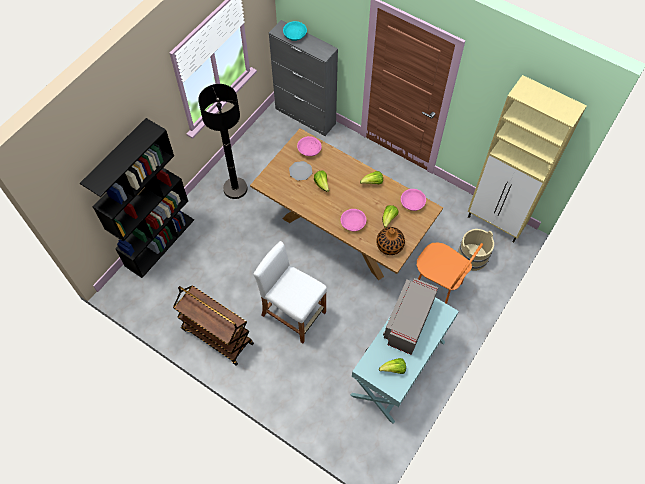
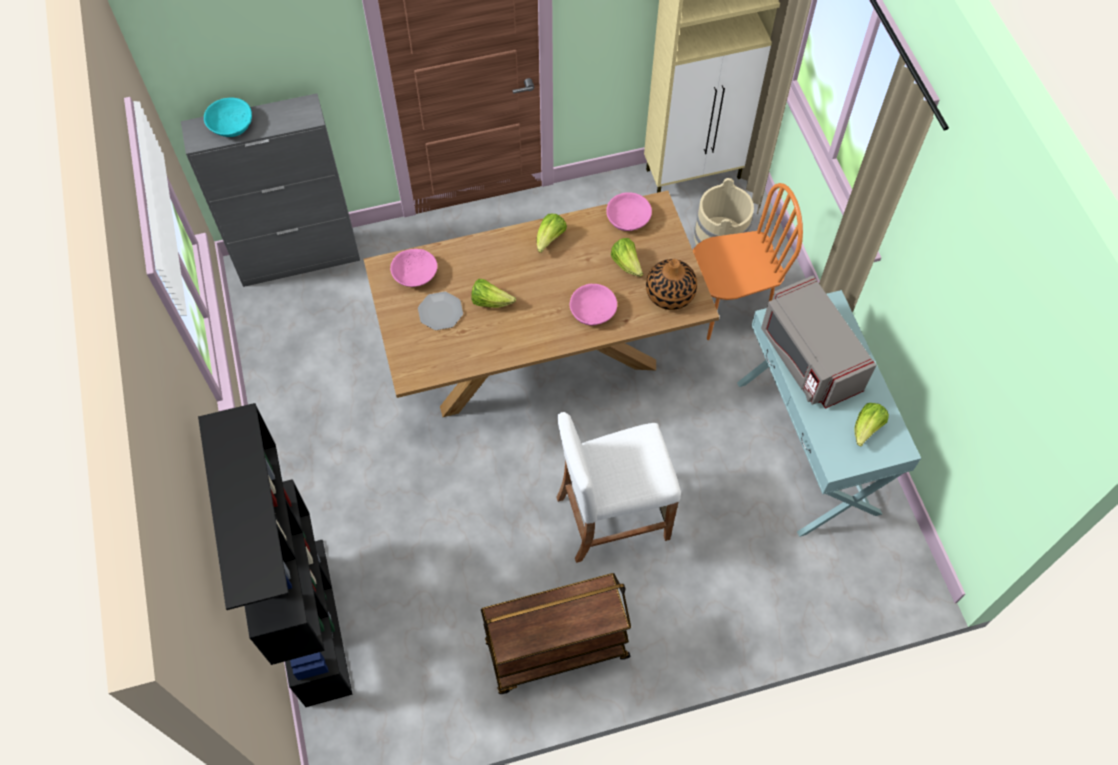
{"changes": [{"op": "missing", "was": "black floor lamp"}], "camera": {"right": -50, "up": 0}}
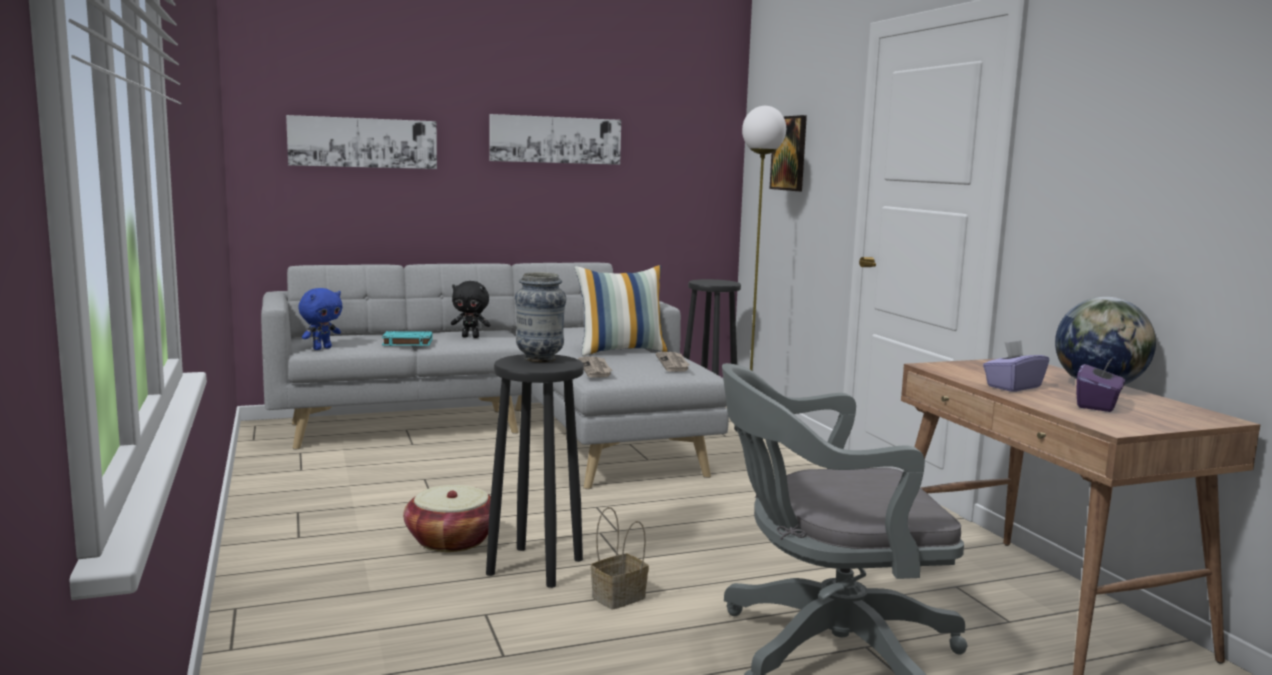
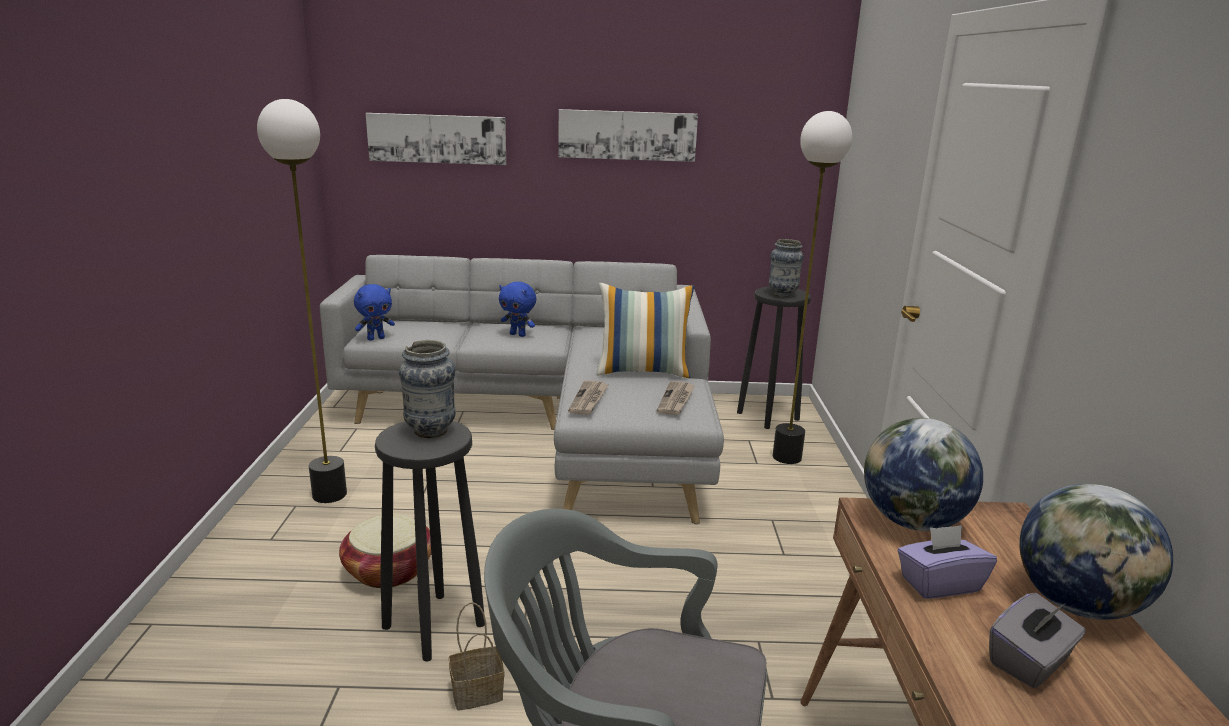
{"changes": [{"op": "missing", "was": "turquoise book"}, {"op": "colour", "was": "black plush toy", "now": "blue plush toy (no. 2 from left)"}, {"op": "missing", "was": "picture (no. 3 from left)"}, {"op": "colour", "was": "purple tissue box (no. 2 from left)", "now": "grey tissue box"}, {"op": "appeared", "now": "floor lamp (no. 1 from left)"}, {"op": "appeared", "now": "vase (no. 2 from left)"}, {"op": "appeared", "now": "globe (no. 1 from left)"}], "camera": {"right": 20, "up": 10}}
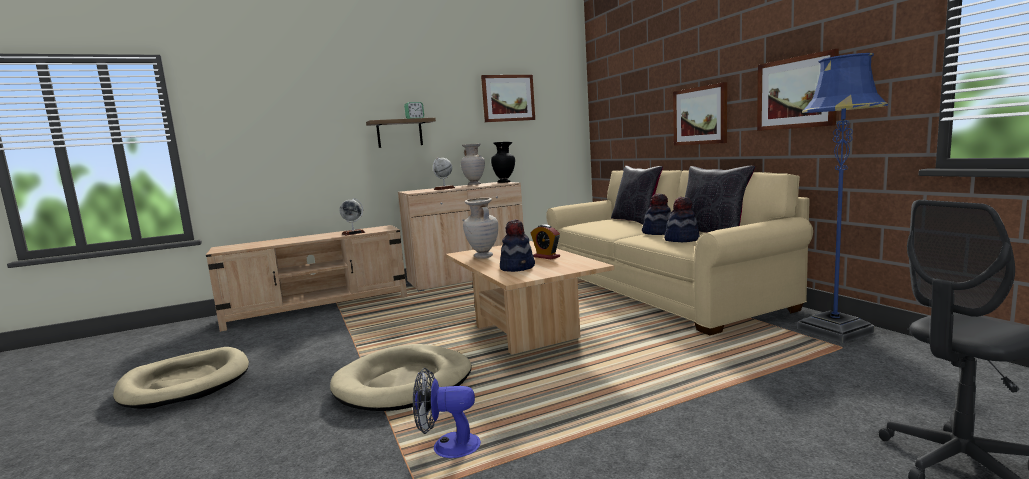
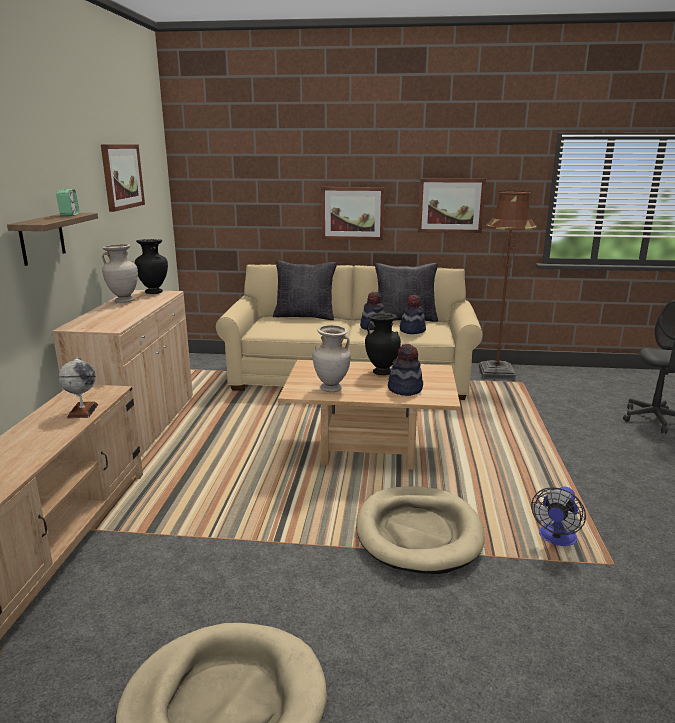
{"changes": [{"op": "missing", "was": "globe (no. 2 from left)"}, {"op": "exchanged", "was": "alarm clock (no. 2 from left)", "now": "black vase (no. 2 from left)"}, {"op": "colour", "was": "blue floor lamp", "now": "brown floor lamp"}], "camera": {"right": -60, "up": 10}}
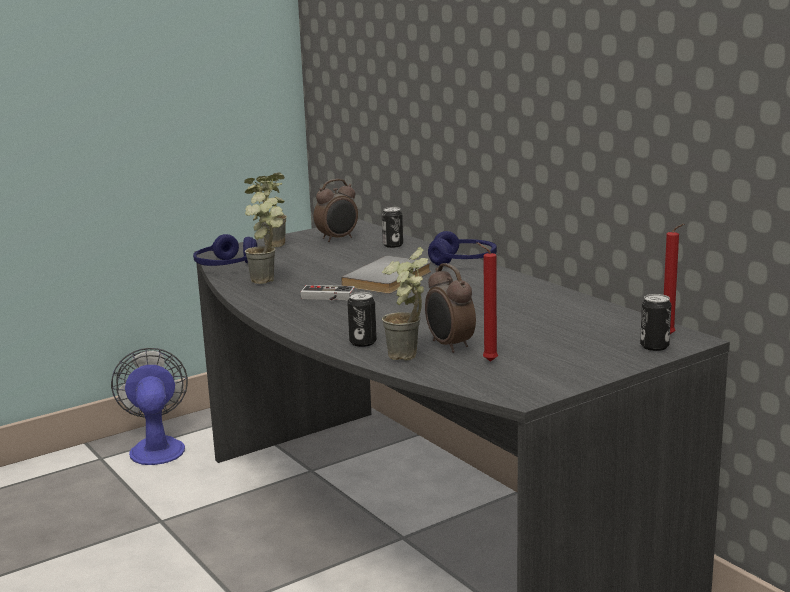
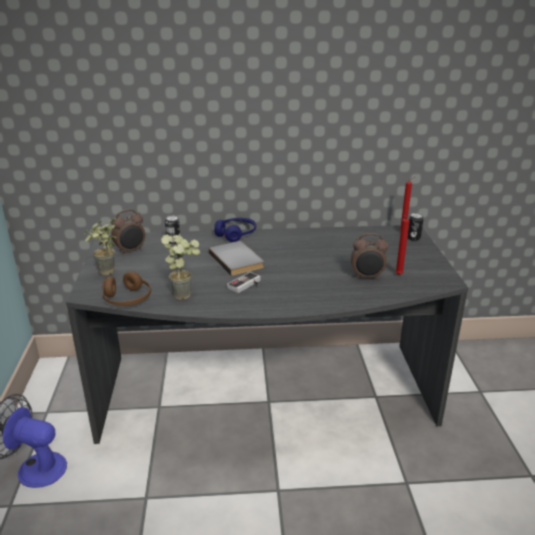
{"changes": [{"op": "colour", "was": "blue headphones (no. 1 from left)", "now": "brown headphones"}, {"op": "spun", "was": "alarm clock (no. 1 from left)", "clockwise": 60}, {"op": "missing", "was": "can (no. 1 from left)"}, {"op": "missing", "was": "potted plant (no. 3 from left)"}], "camera": {"right": -60, "up": 10}}
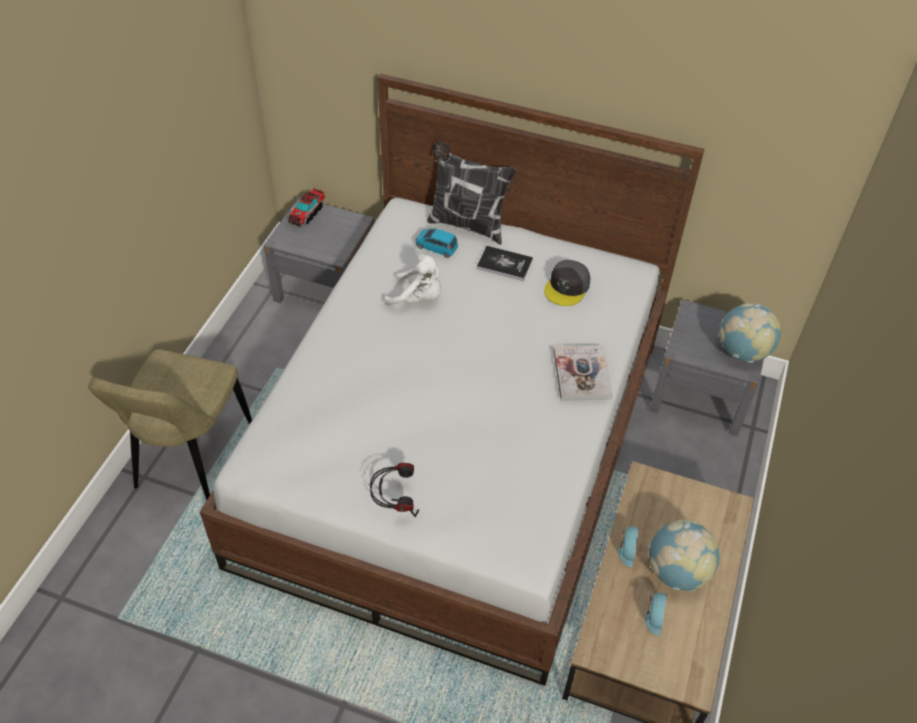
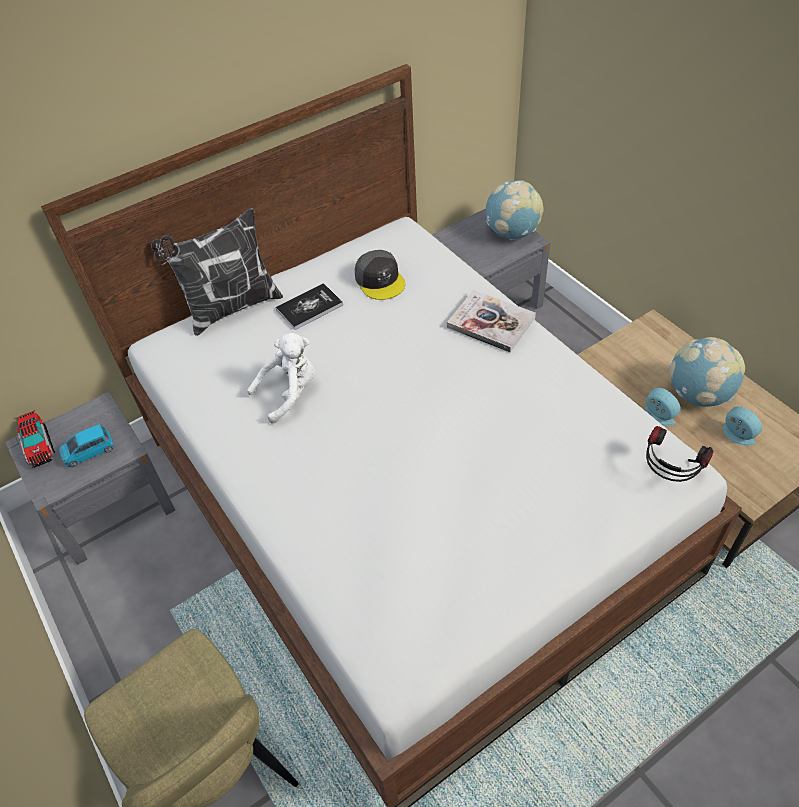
{"changes": [{"op": "relocated", "was": "headphones"}, {"op": "relocated", "was": "blue toy car"}], "camera": {"right": -50, "up": 0}}
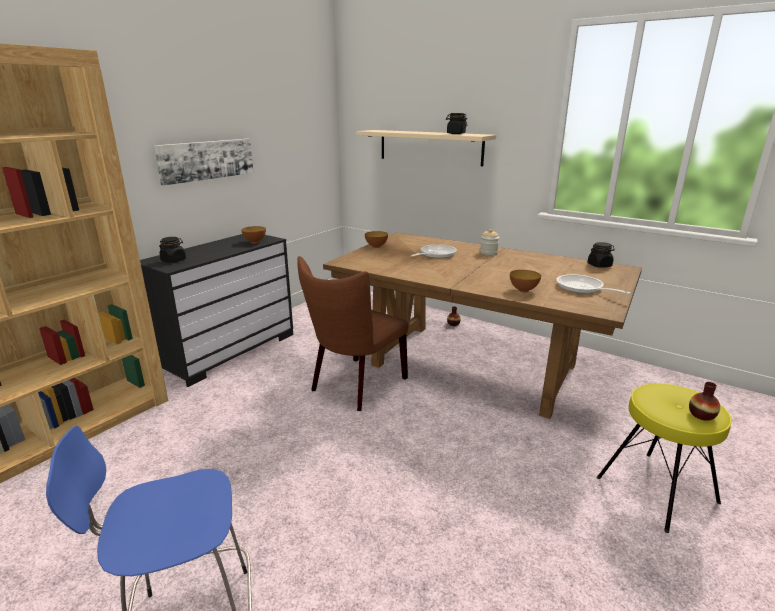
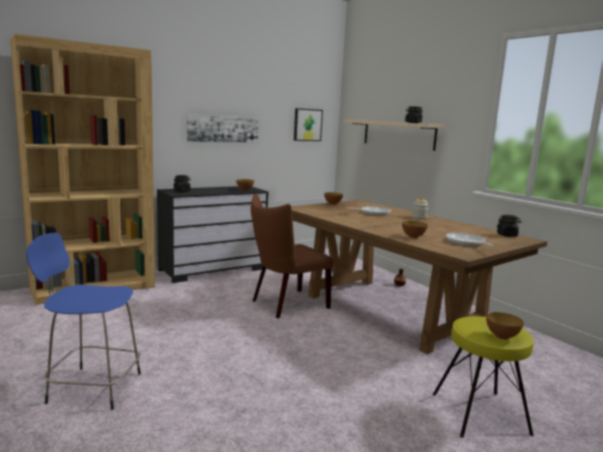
{"changes": [{"op": "exchanged", "was": "vase (no. 2 from left)", "now": "bowl (no. 4 from left)"}, {"op": "appeared", "now": "picture (no. 2 from left)"}], "camera": {"right": 20, "up": -10}}
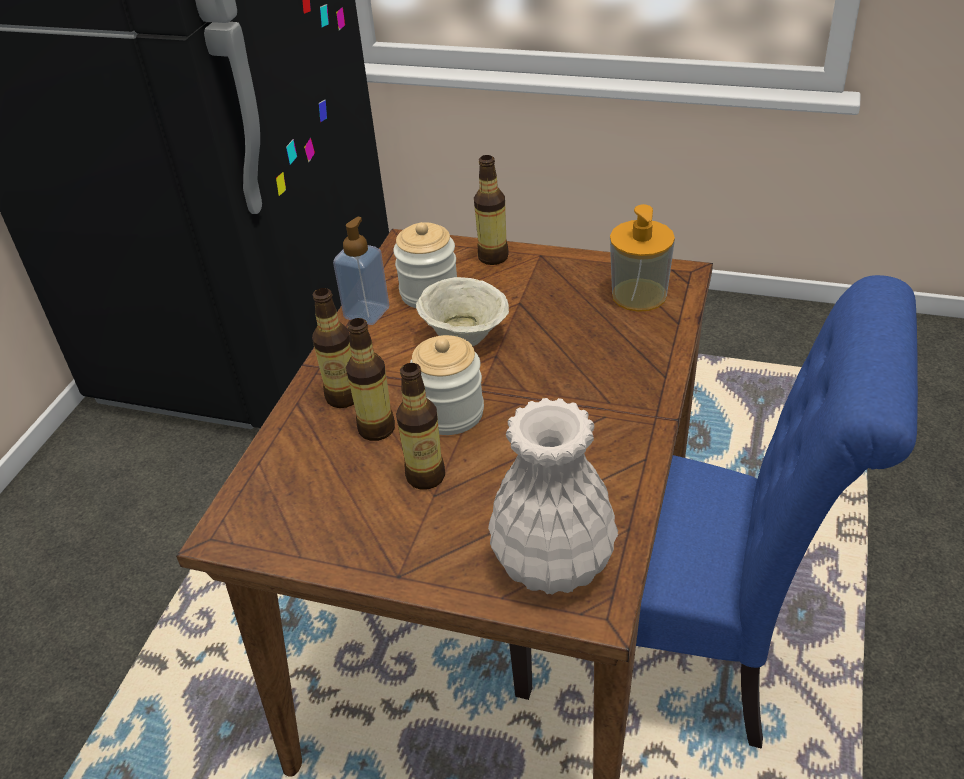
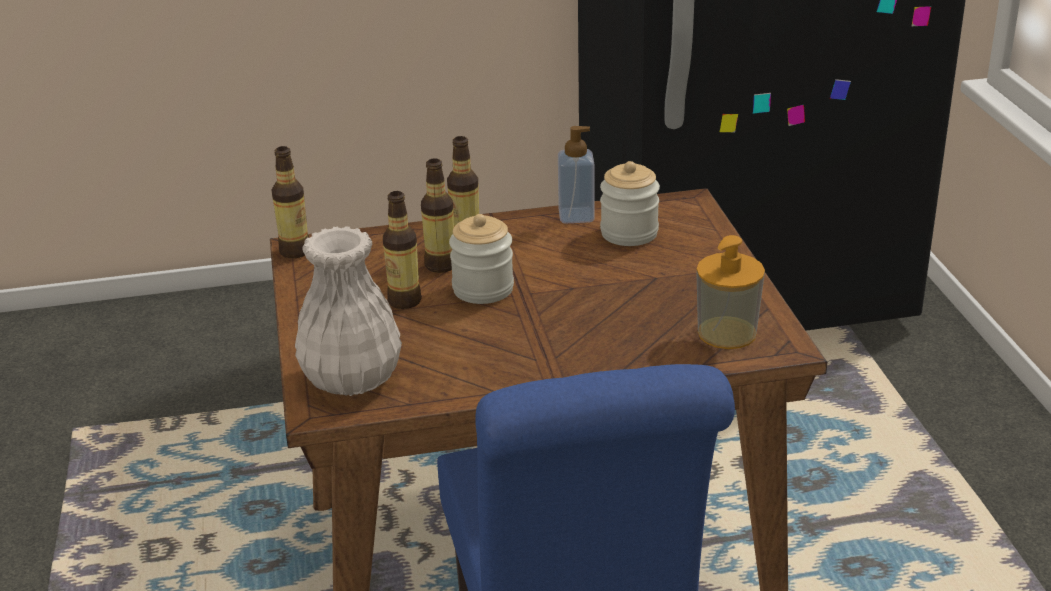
{"changes": [{"op": "missing", "was": "beige bowl"}, {"op": "relocated", "was": "bottle (no. 4 from left in the first image)", "now": "bottle (no. 1 from left)"}], "camera": {"right": 60, "up": -10}}
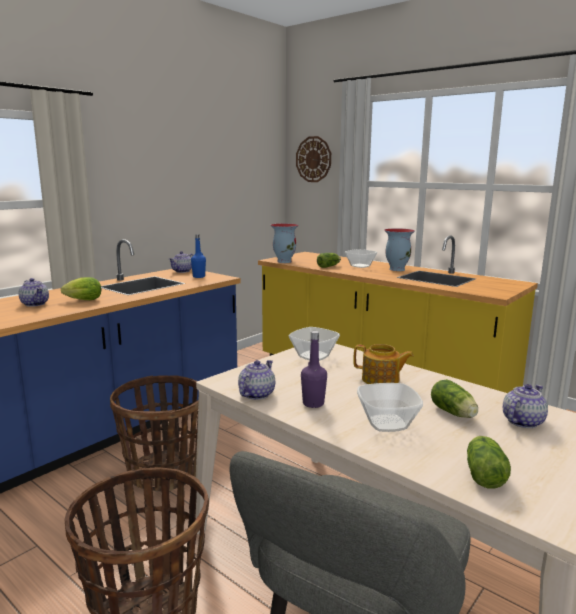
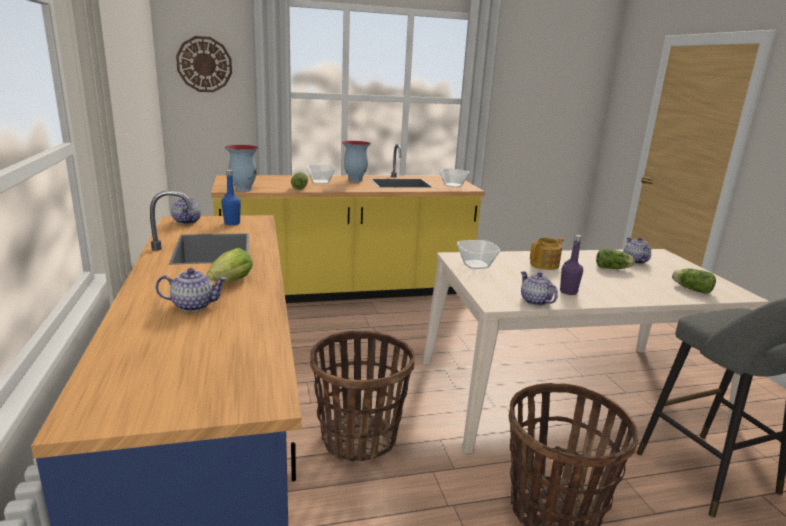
{"changes": [{"op": "relocated", "was": "bowl (no. 3 from left in the first image)", "now": "bowl (no. 2 from left)"}], "camera": {"right": -55, "up": 5}}
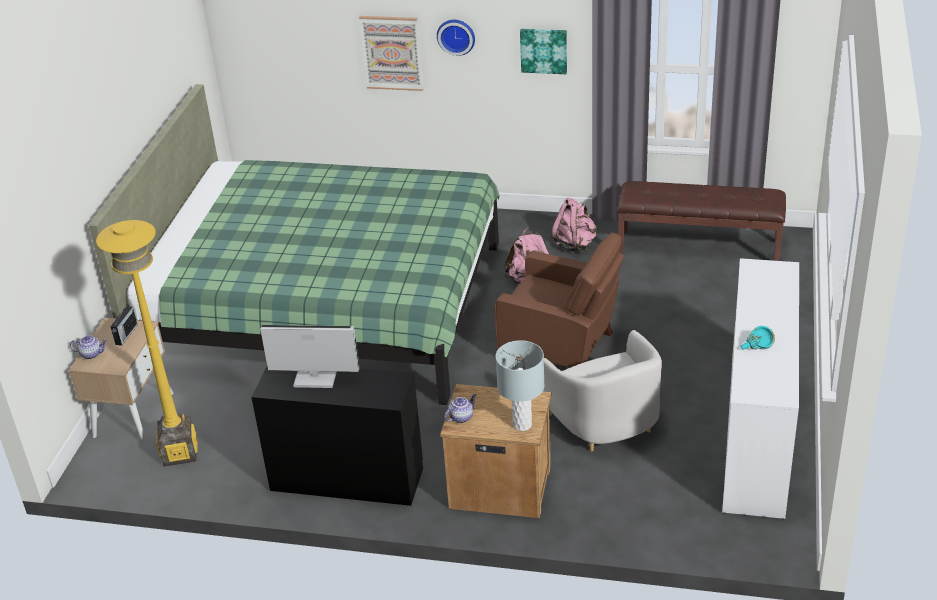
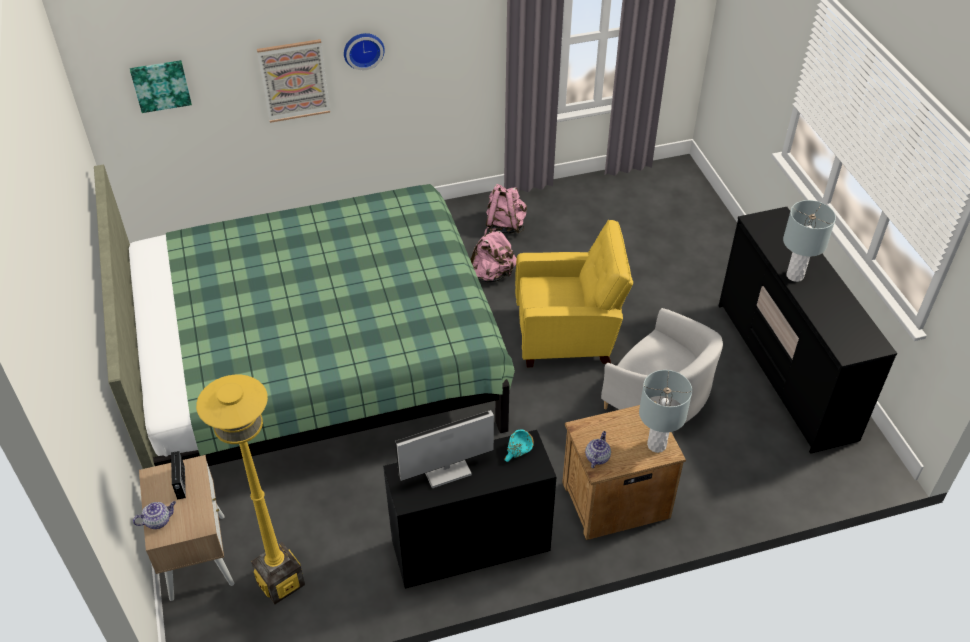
{"changes": [{"op": "colour", "was": "brown armchair", "now": "yellow armchair"}, {"op": "relocated", "was": "picture (no. 2 from left in the first image)", "now": "picture (no. 1 from left)"}, {"op": "missing", "was": "brown bench"}, {"op": "colour", "was": "white dresser", "now": "black dresser"}, {"op": "relocated", "was": "turquoise bowl"}, {"op": "appeared", "now": "grey table lamp (no. 2 from left)"}], "camera": {"right": -30, "up": 10}}
